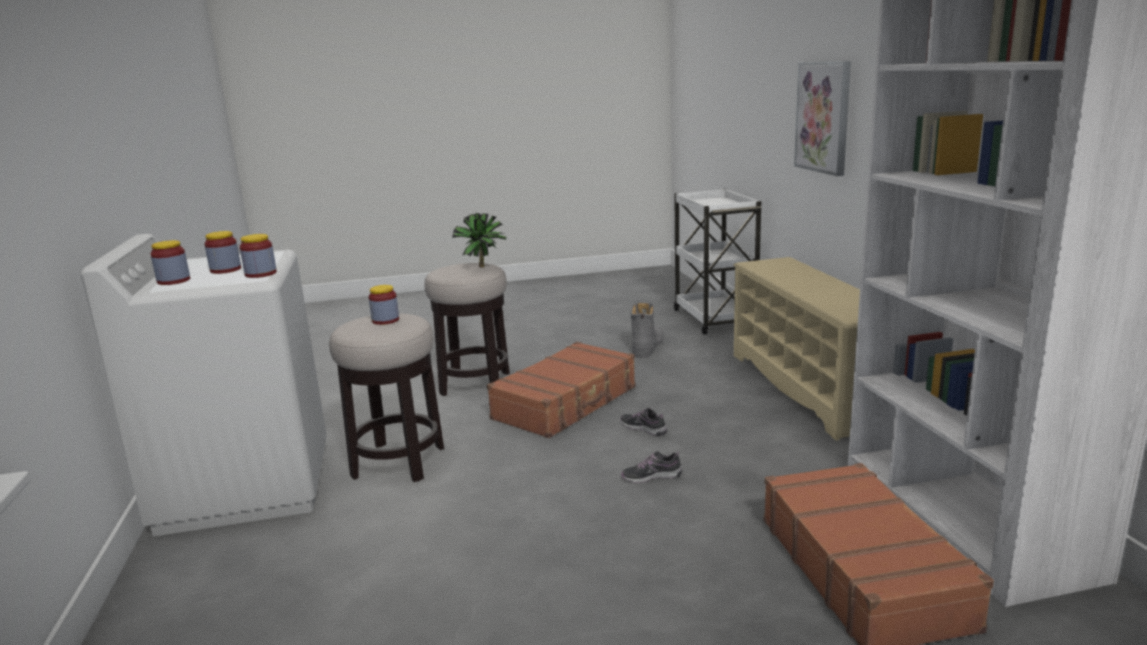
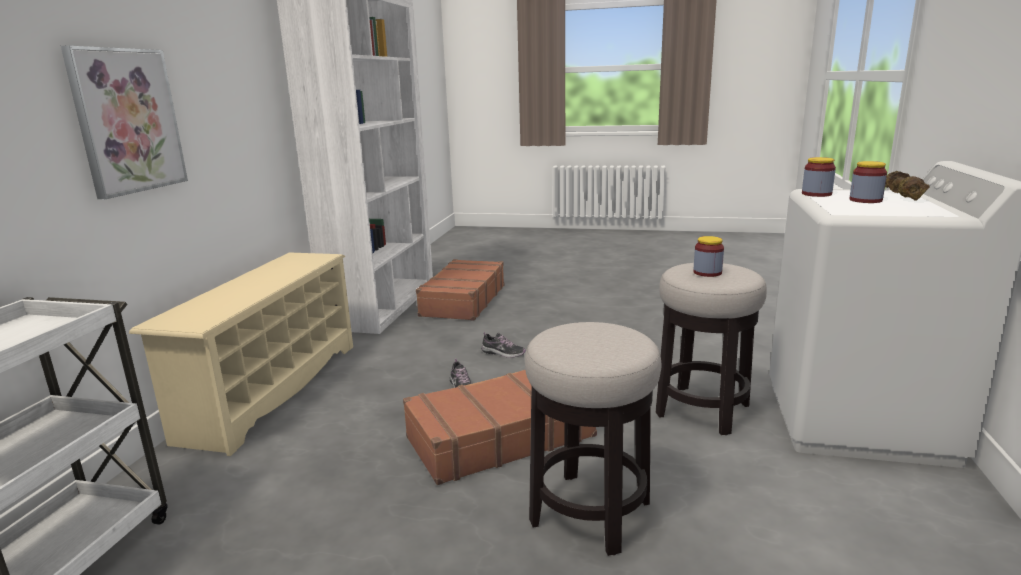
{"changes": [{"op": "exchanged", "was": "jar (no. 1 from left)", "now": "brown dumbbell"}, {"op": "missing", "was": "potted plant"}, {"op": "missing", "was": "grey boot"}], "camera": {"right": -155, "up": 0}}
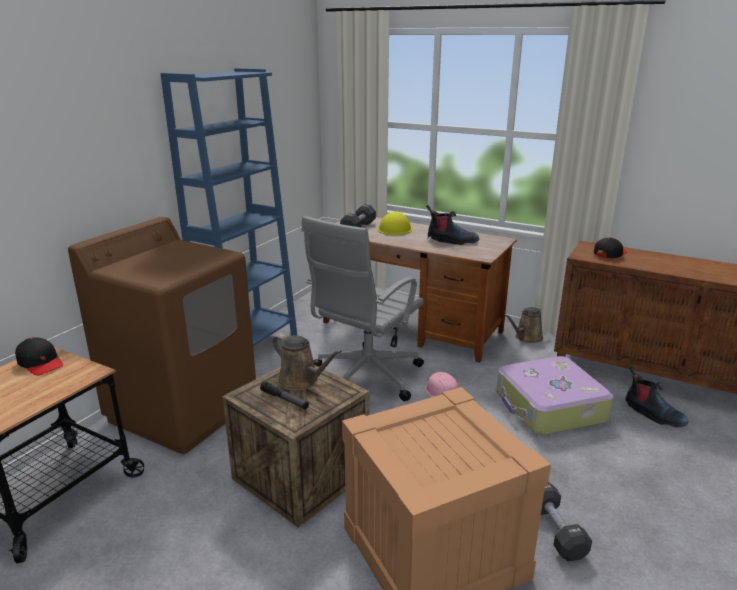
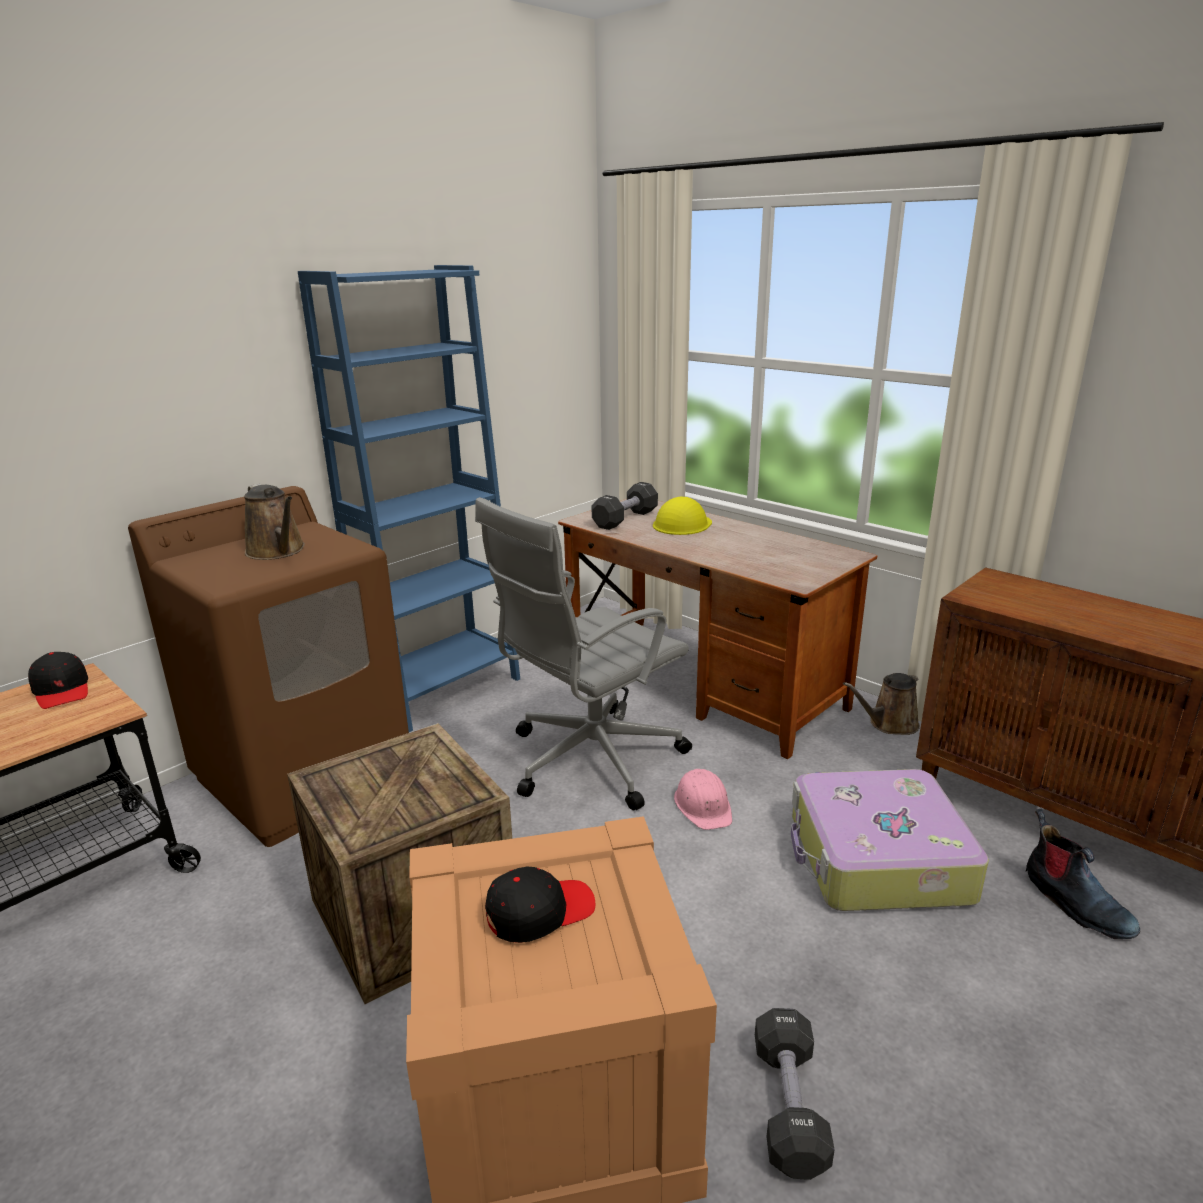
{"changes": [{"op": "missing", "was": "flashlight"}, {"op": "relocated", "was": "brown watering can (no. 1 from left)"}, {"op": "missing", "was": "boot (no. 1 from left)"}, {"op": "relocated", "was": "black cap (no. 2 from left)"}], "camera": {"right": 15, "up": 0}}
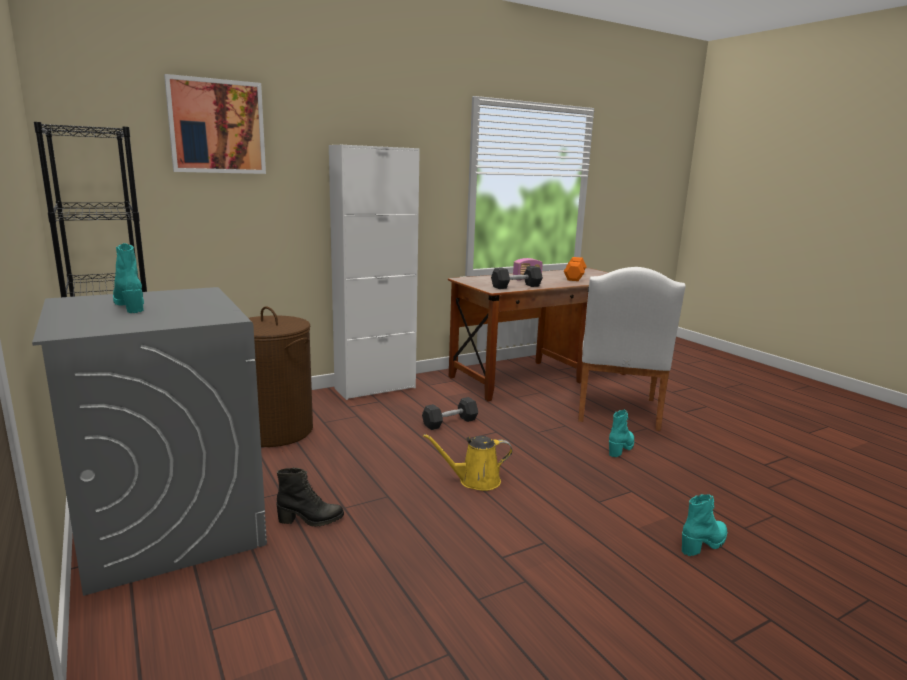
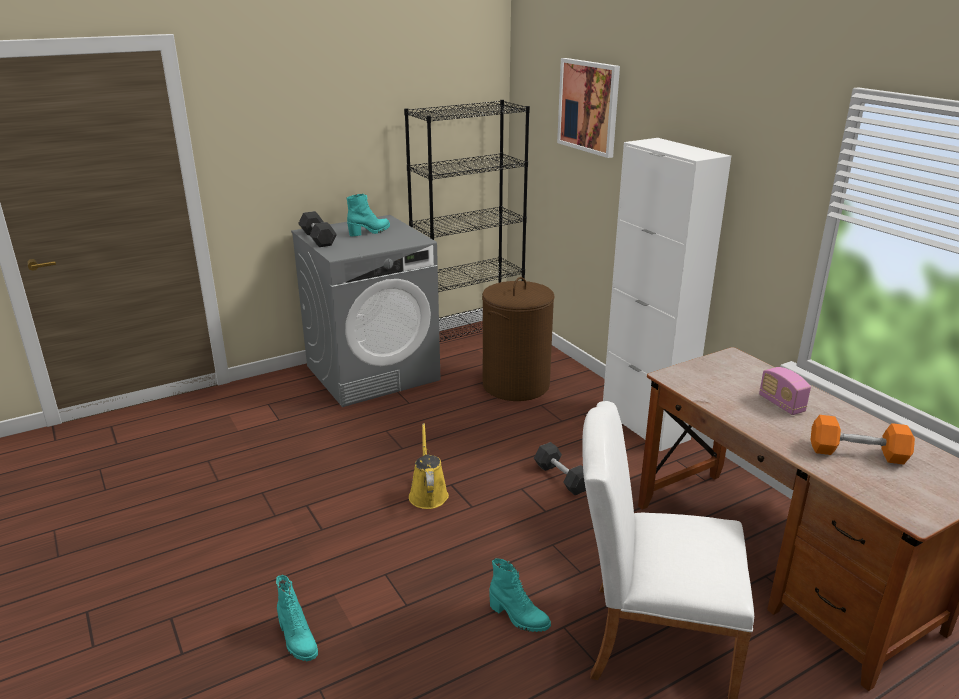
{"changes": [{"op": "missing", "was": "black boot"}, {"op": "relocated", "was": "grey dumbbell (no. 2 from left in the first image)", "now": "grey dumbbell (no. 1 from left)"}], "camera": {"right": 90, "up": 10}}
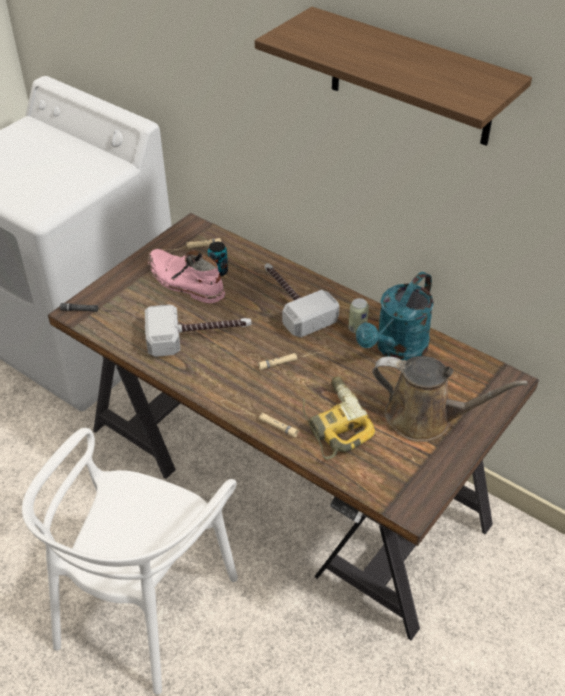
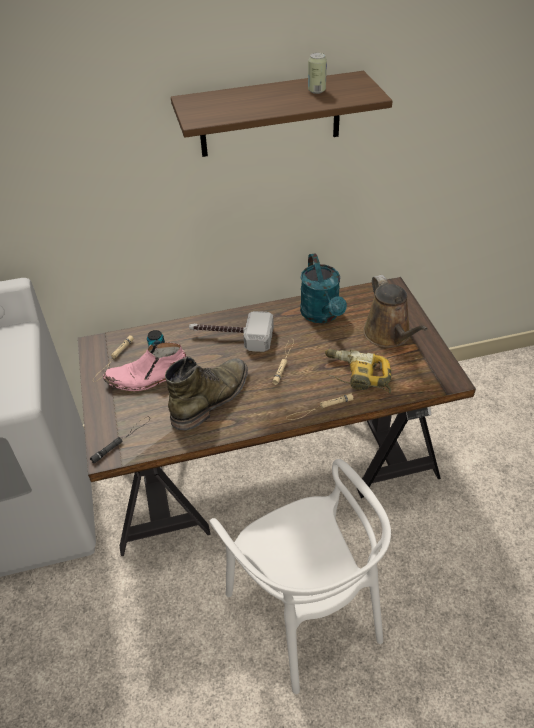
{"changes": [{"op": "exchanged", "was": "hammer (no. 1 from left)", "now": "green boot"}, {"op": "relocated", "was": "can (no. 2 from left)"}, {"op": "spun", "was": "brown watering can", "clockwise": 105}], "camera": {"right": -50, "up": 0}}
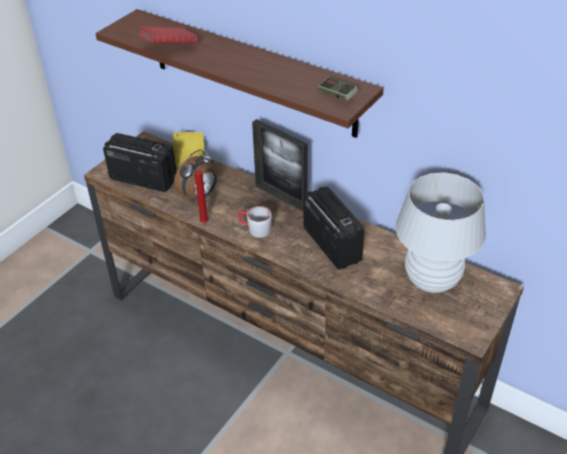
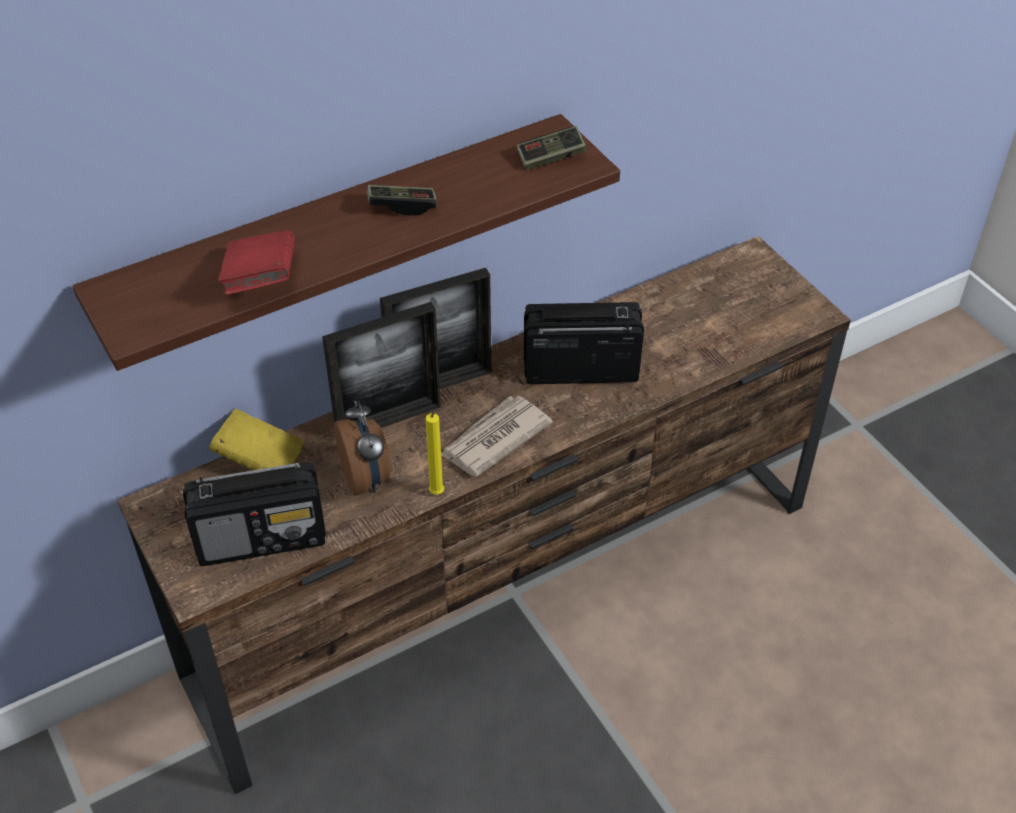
{"changes": [{"op": "spun", "was": "radio (no. 1 from left)", "clockwise": -150}, {"op": "colour", "was": "red candle", "now": "yellow candle"}, {"op": "exchanged", "was": "grey mug", "now": "newspaper"}, {"op": "missing", "was": "white table lamp"}, {"op": "appeared", "now": "picture frame (no. 1 from left)"}, {"op": "appeared", "now": "game controller (no. 1 from left)"}], "camera": {"right": -65, "up": 5}}
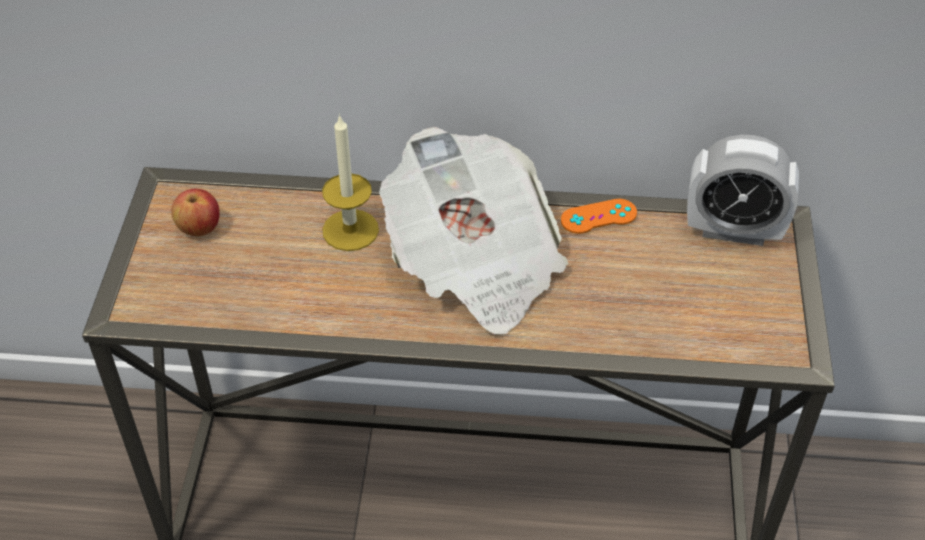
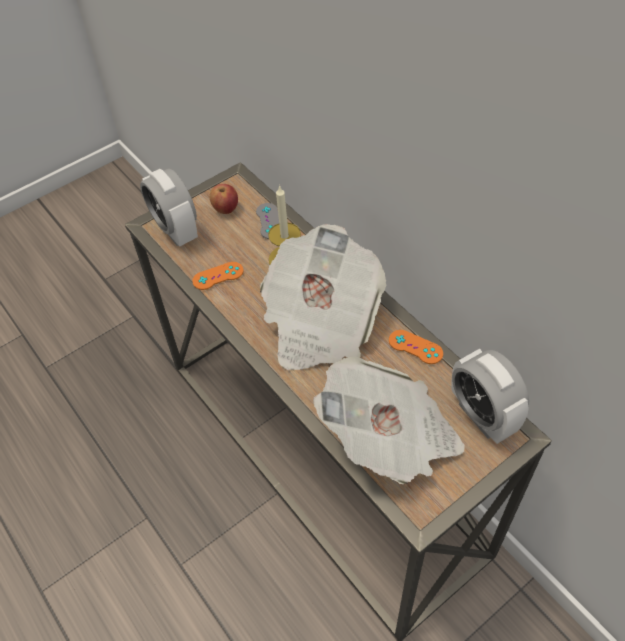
{"changes": [{"op": "appeared", "now": "alarm clock (no. 1 from left)"}, {"op": "appeared", "now": "orange game controller (no. 1 from left)"}, {"op": "appeared", "now": "grey game controller"}, {"op": "appeared", "now": "newspaper (no. 2 from left)"}], "camera": {"right": 50, "up": 5}}
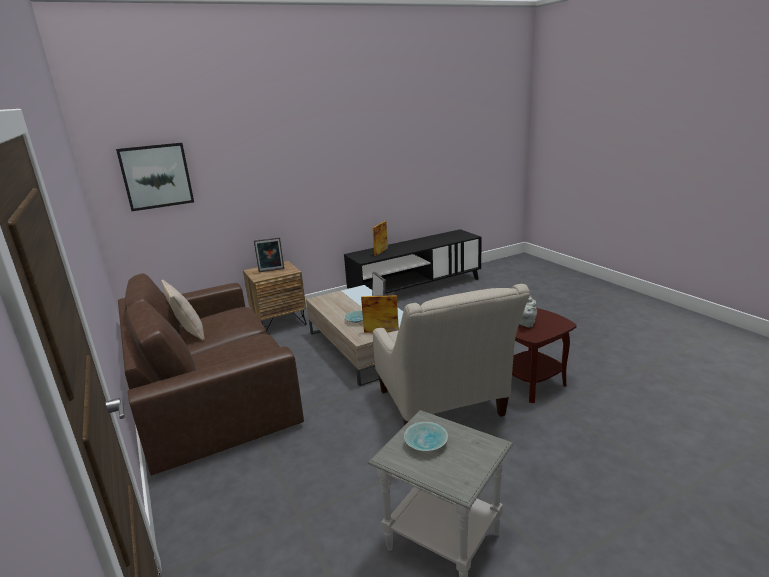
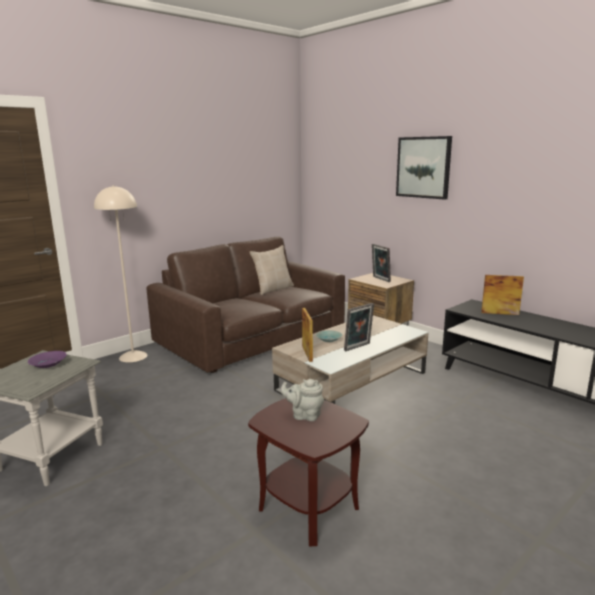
{"changes": [{"op": "relocated", "was": "picture"}, {"op": "missing", "was": "beige armchair"}, {"op": "colour", "was": "turquoise bowl (no. 2 from left)", "now": "purple bowl"}, {"op": "appeared", "now": "beige floor lamp"}], "camera": {"right": 75, "up": -5}}
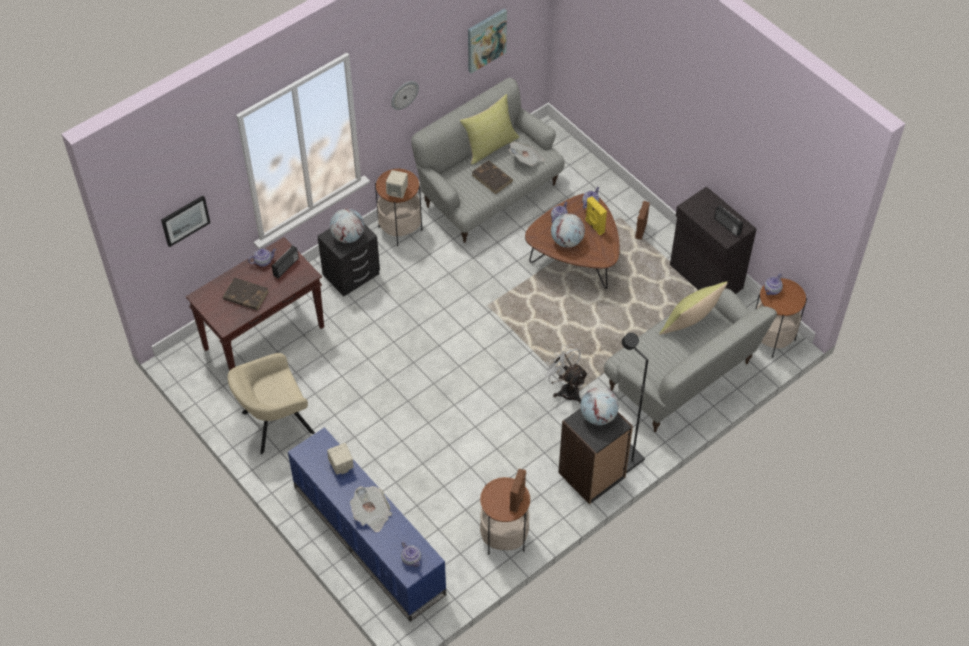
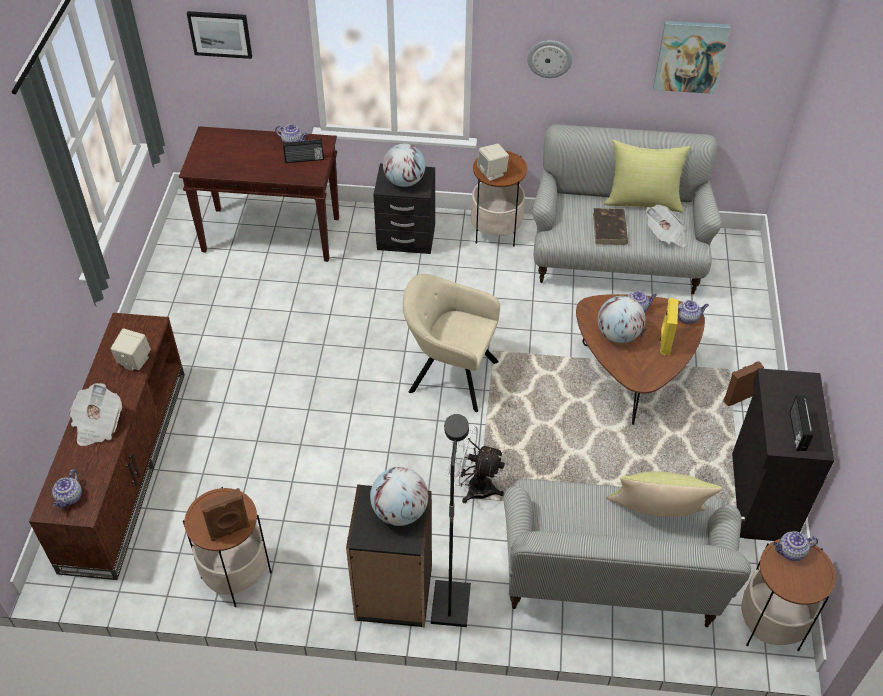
{"changes": [{"op": "missing", "was": "brown book (no. 1 from left)"}, {"op": "relocated", "was": "beige armchair"}, {"op": "colour", "was": "blue tv stand", "now": "brown tv stand"}, {"op": "spun", "was": "white fan", "clockwise": -75}], "camera": {"right": 45, "up": -5}}
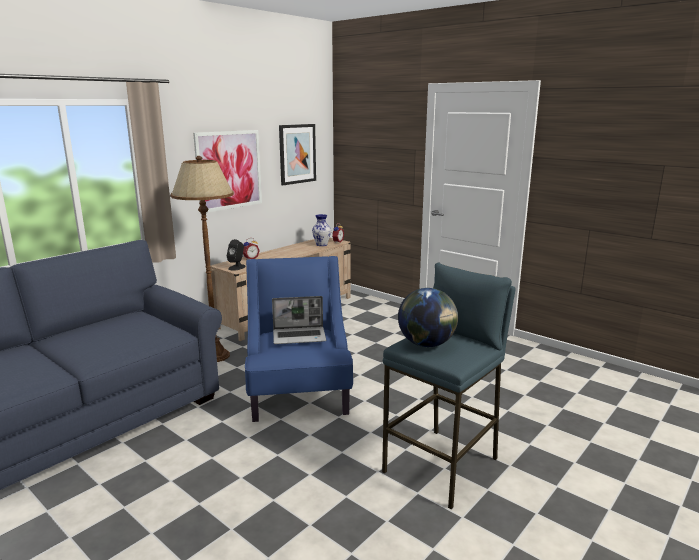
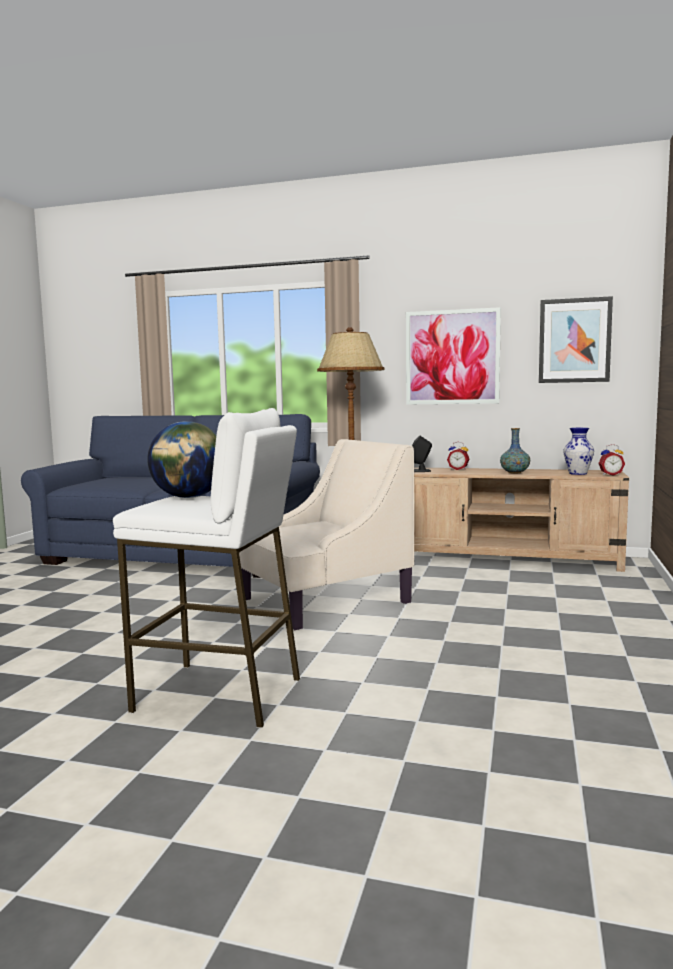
{"changes": [{"op": "colour", "was": "blue armchair", "now": "beige armchair"}, {"op": "missing", "was": "laptop"}, {"op": "colour", "was": "blue stool", "now": "white stool"}, {"op": "appeared", "now": "vase (no. 1 from left)"}], "camera": {"right": 65, "up": -10}}
